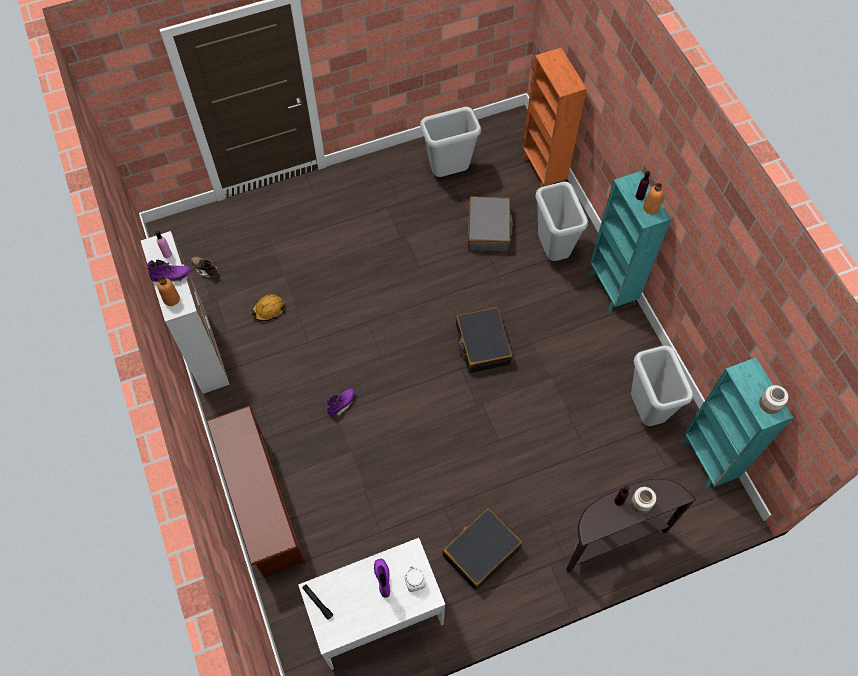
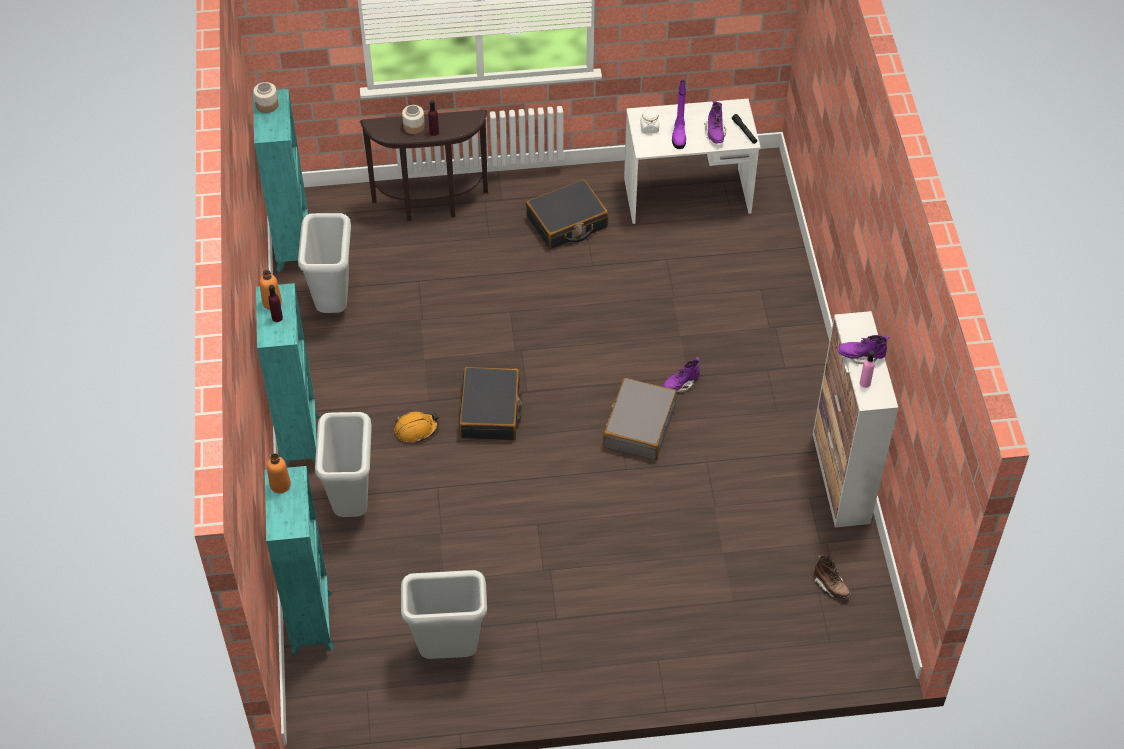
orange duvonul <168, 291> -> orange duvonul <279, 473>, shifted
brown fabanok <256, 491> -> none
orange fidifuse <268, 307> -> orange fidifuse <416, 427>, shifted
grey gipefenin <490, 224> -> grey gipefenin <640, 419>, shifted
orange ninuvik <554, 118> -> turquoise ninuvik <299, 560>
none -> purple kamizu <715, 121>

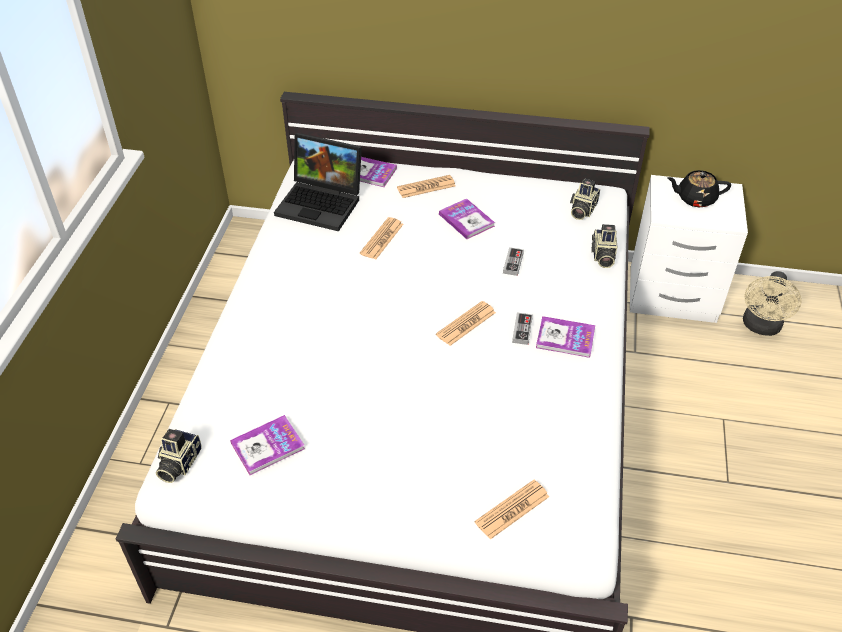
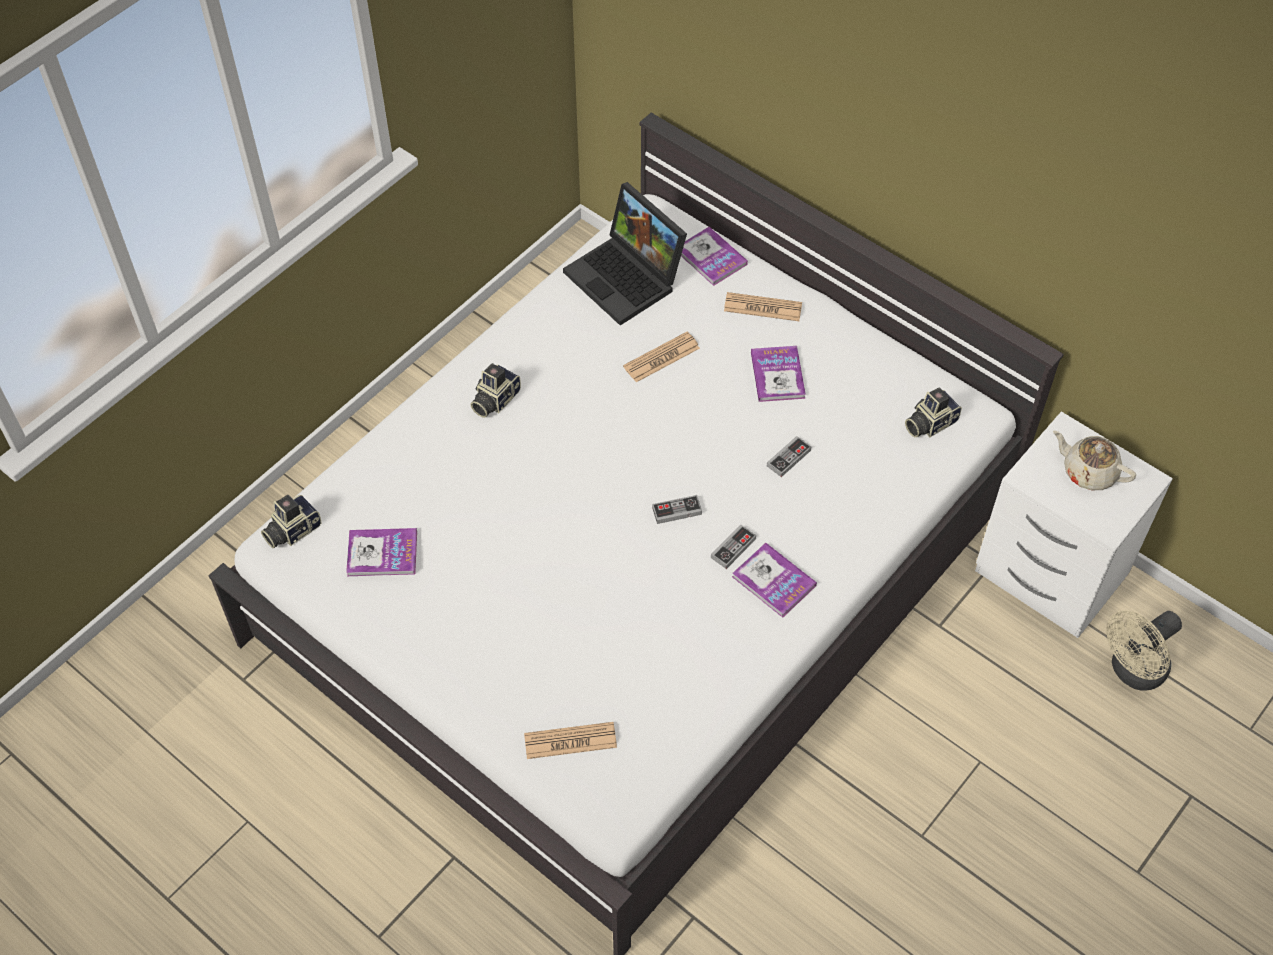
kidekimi <466, 323> -> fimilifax <677, 509>
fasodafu <604, 246> -> fasodafu <496, 390>, shifted
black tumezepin <699, 188> -> beige tumezepin <1094, 460>

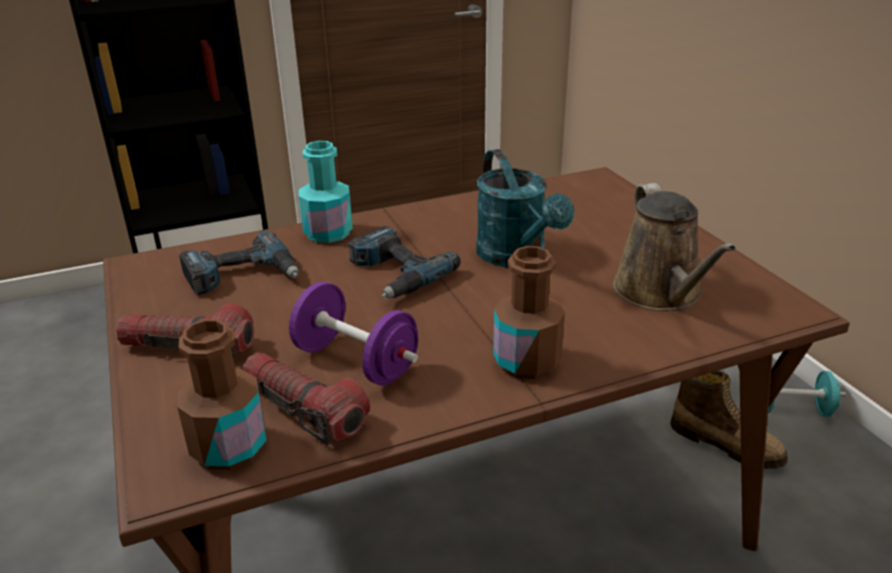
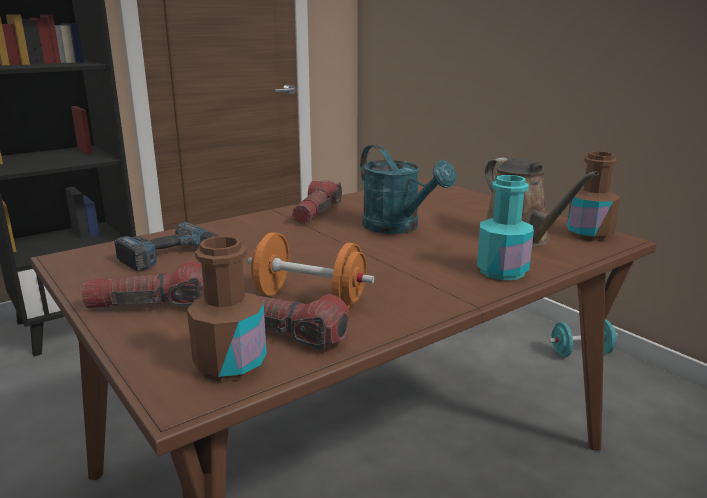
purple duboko <353, 334> -> orange duboko <311, 270>
turquoise duvonul <326, 192> -> turquoise duvonul <505, 227>, shifted
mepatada <404, 262> -> none
brown duvonul <529, 312> -> brown duvonul <593, 196>, shifted
kamizu <729, 420> -> none
none -> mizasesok <317, 202>

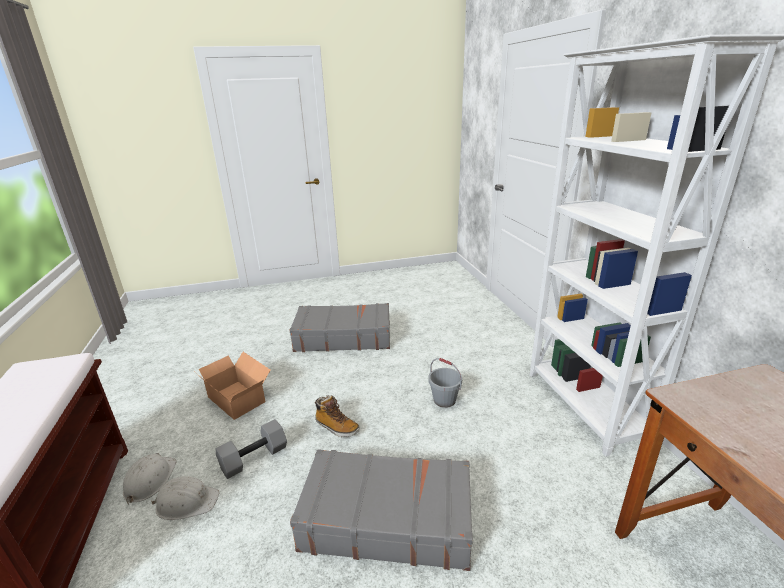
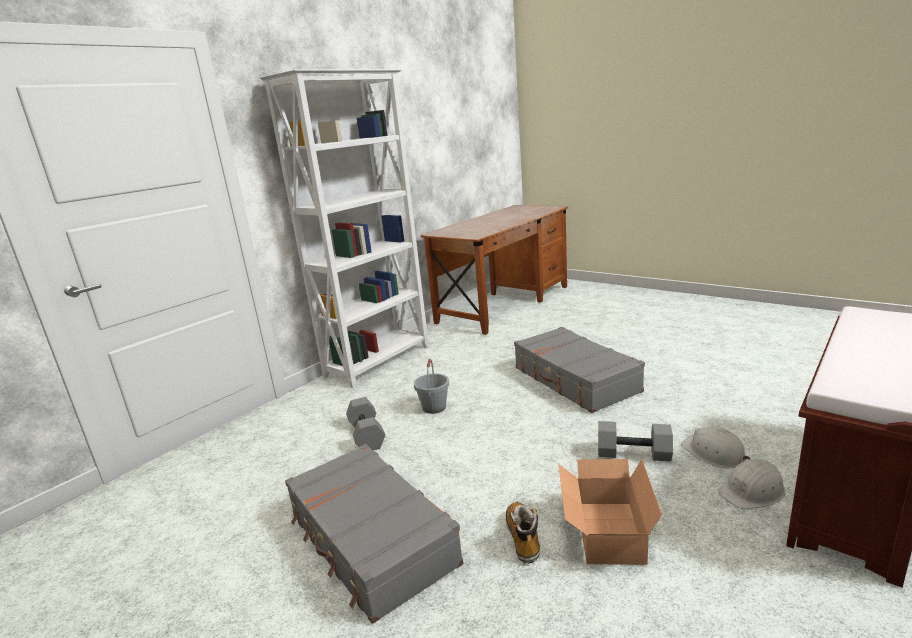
kamizu <337, 416> -> kamizu <523, 533>, shifted
none -> grey duboko <365, 423>

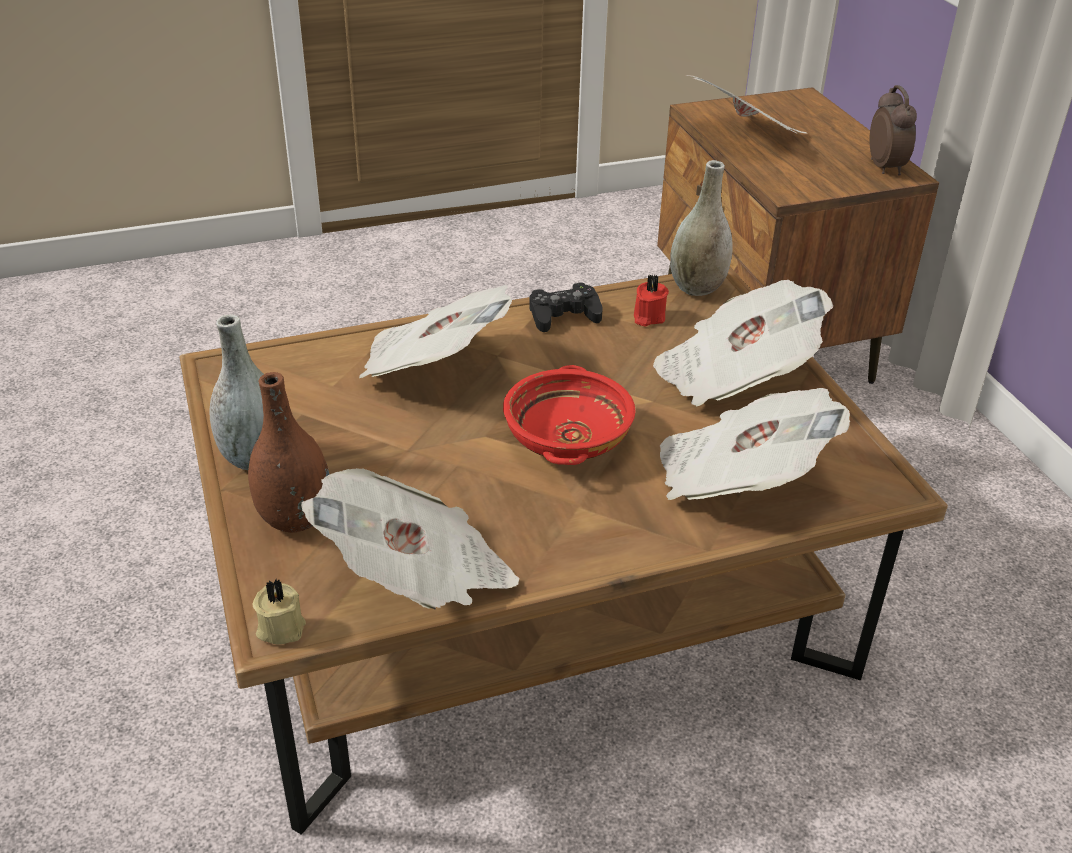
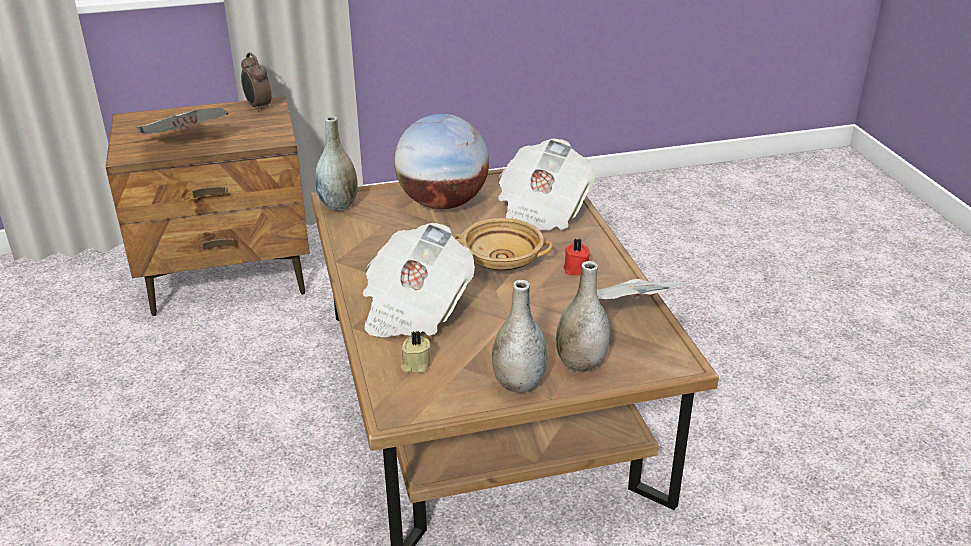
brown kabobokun <288, 452> -> grey kabobokun <583, 316>
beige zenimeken <279, 612> -> beige zenimeken <415, 352>, shifted
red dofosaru <569, 415> -> beige dofosaru <503, 245>
black fimilifax <566, 307> -> none
red zenimeken <651, 301> -> red zenimeken <576, 257>, shifted
kidekimi <743, 343> -> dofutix <441, 161>
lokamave <893, 130> -> lokamave <256, 82>, 120 degrees counterclockwise

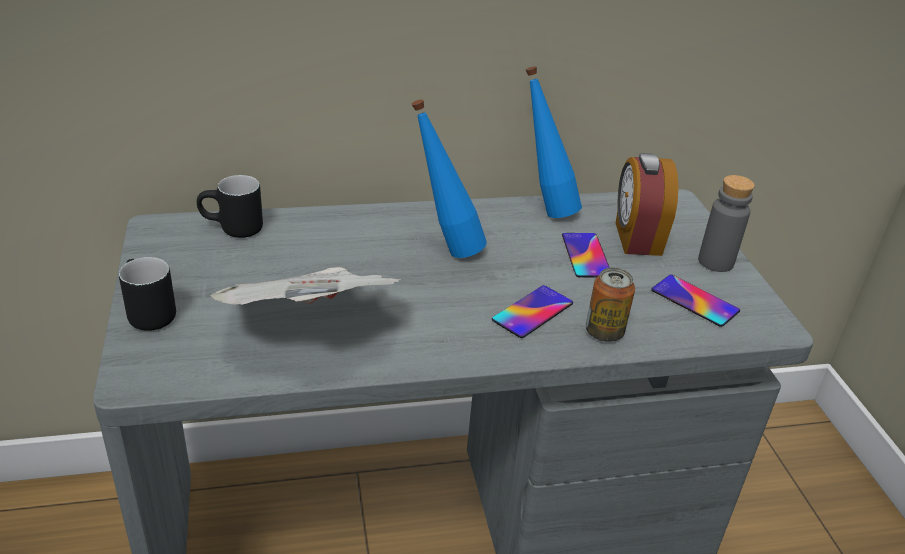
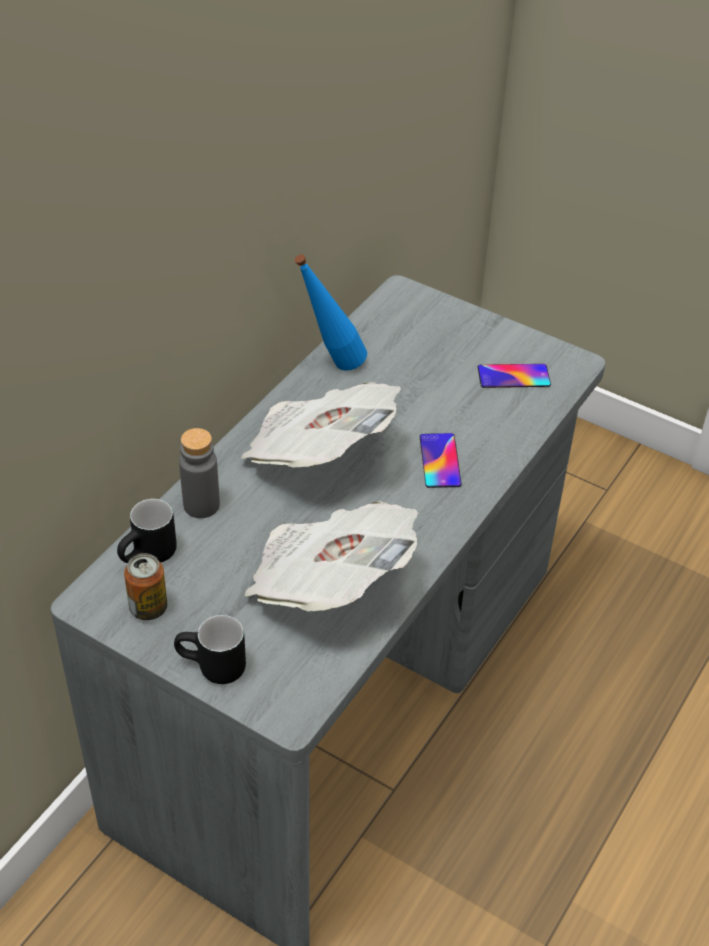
blue duvonul <449, 178> -> kidekimi <321, 425>
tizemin <586, 255> -> none
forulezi <610, 305> -> forulezi <145, 586>, shifted
lokamave <647, 204> -> none
grey duvonul <726, 223> -> grey duvonul <199, 473>, shifted

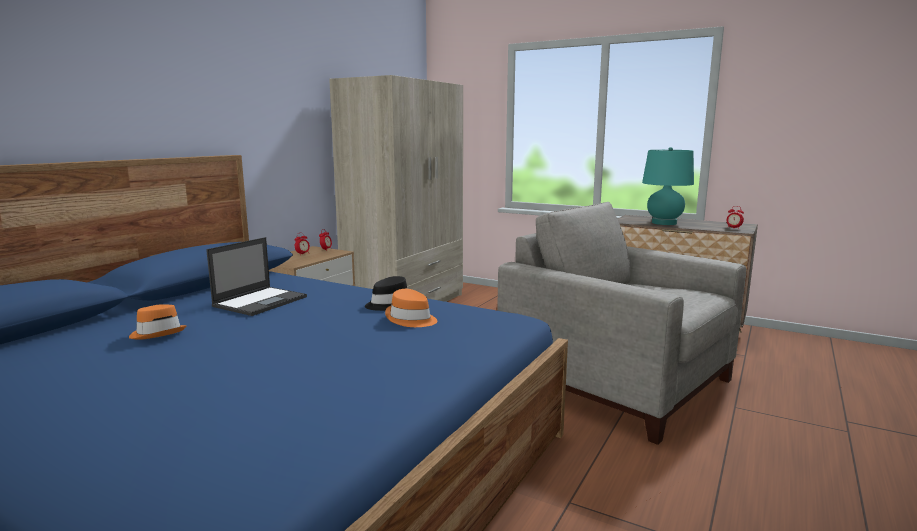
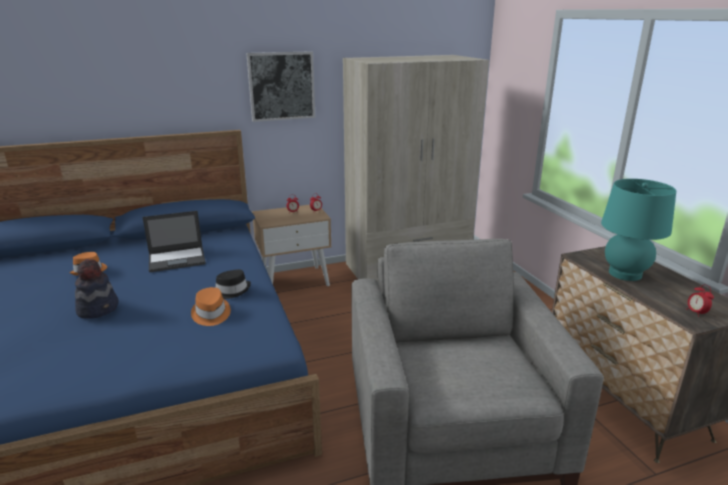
none -> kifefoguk <97, 289>
none -> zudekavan <280, 86>

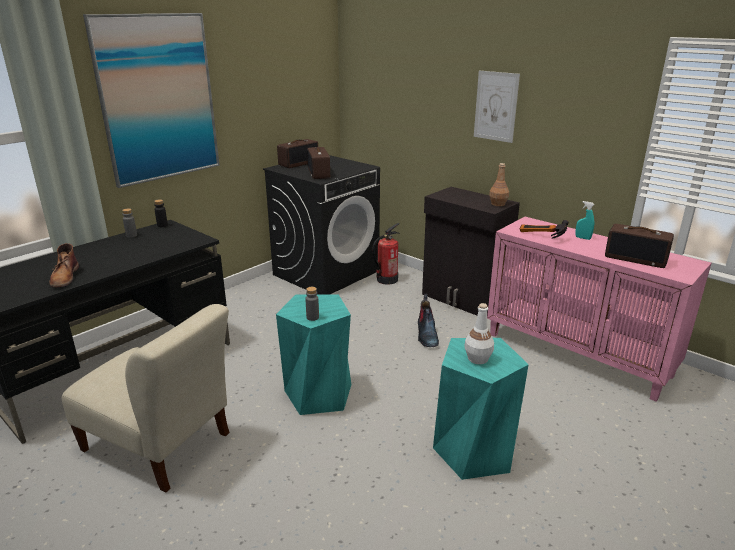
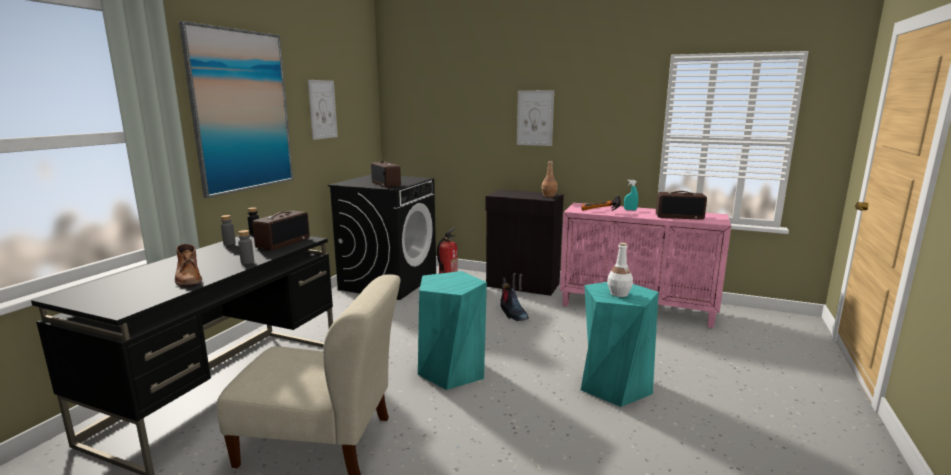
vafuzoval <297, 153> -> vafuzoval <281, 230>, shifted
grey duvonul <312, 304> -> grey duvonul <246, 247>, shifted
none -> zudekavan <323, 110>

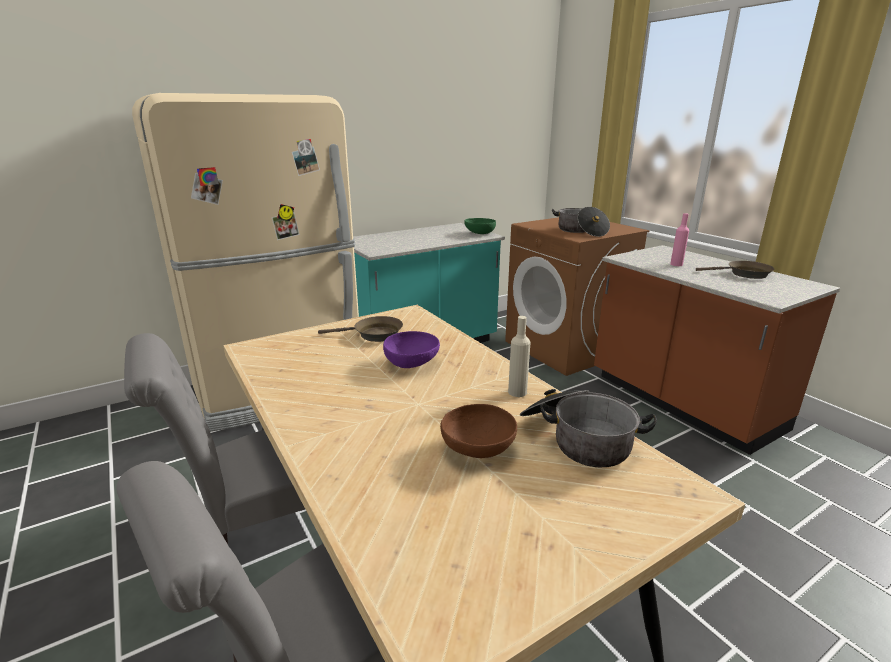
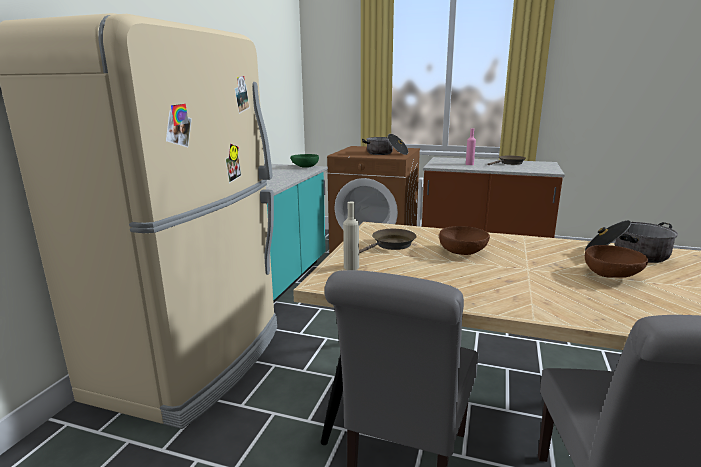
purple dofosaru <411, 349> -> brown dofosaru <464, 240>
beige duvonul <519, 356> -> beige duvonul <351, 236>, shifted

